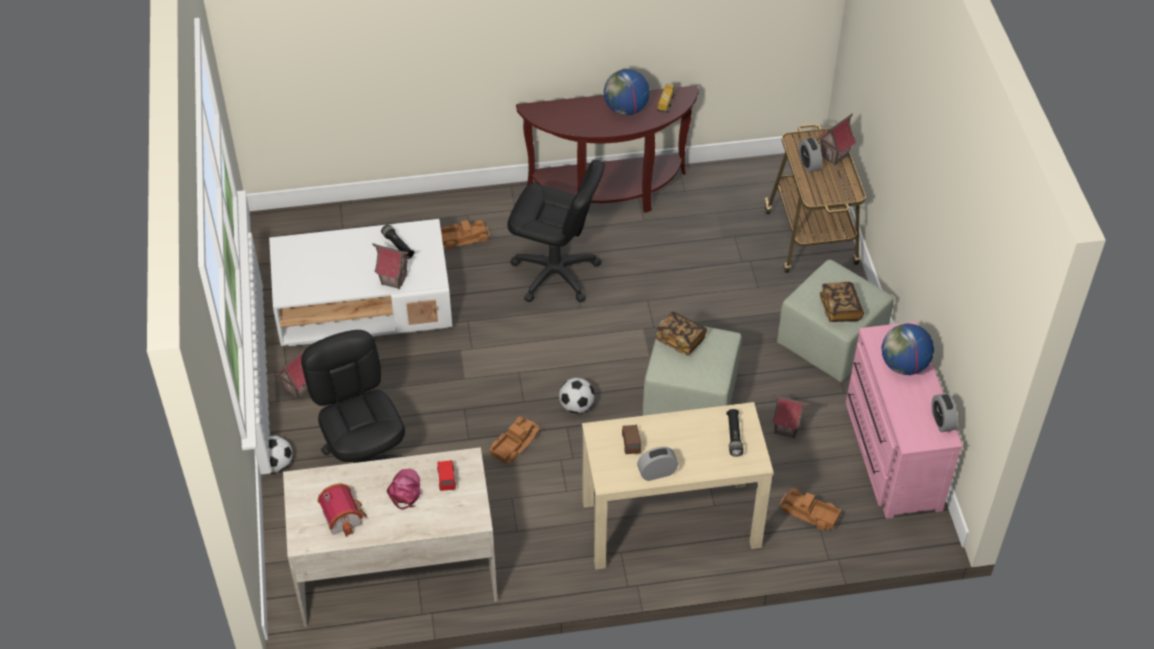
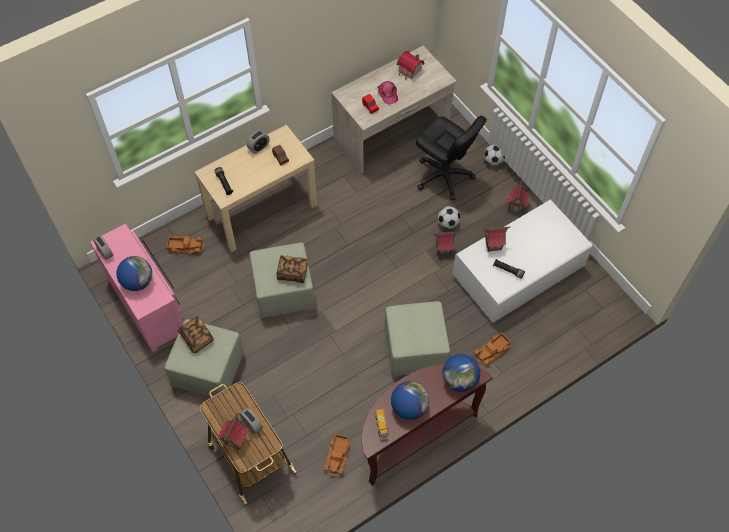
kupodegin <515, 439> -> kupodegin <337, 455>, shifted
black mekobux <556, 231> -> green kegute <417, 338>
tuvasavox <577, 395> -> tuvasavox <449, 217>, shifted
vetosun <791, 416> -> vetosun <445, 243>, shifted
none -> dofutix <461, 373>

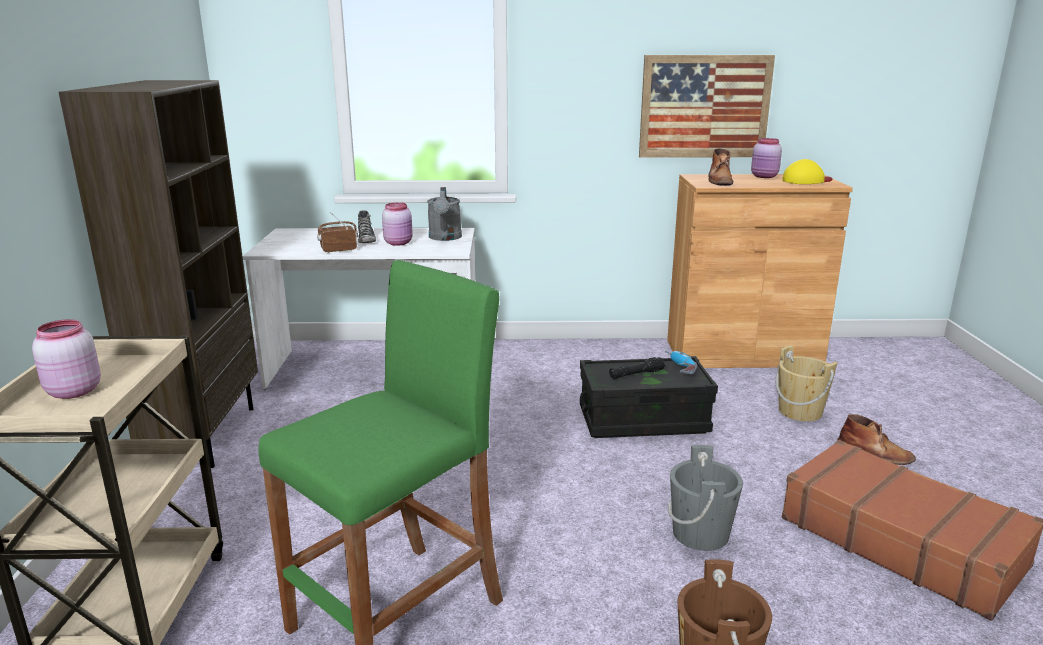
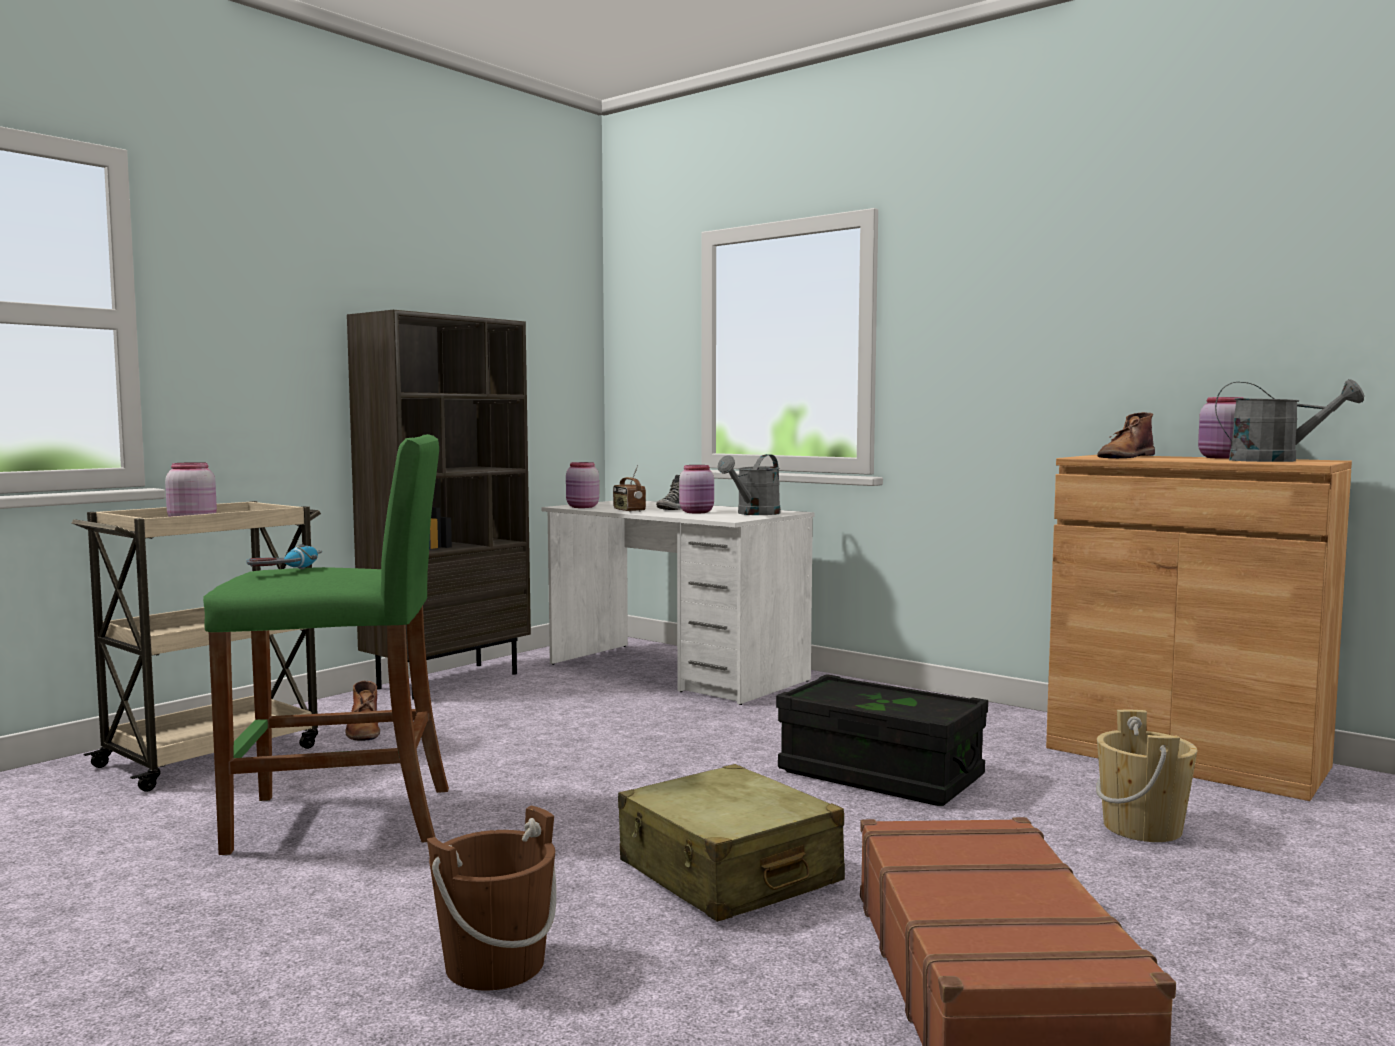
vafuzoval <337, 232> -> vafuzoval <629, 488>, 135 degrees counterclockwise
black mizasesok <637, 368> -> none
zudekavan <707, 106> -> none
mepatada <681, 362> -> mepatada <284, 556>, shifted
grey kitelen <705, 498> -> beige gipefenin <731, 843>
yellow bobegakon <807, 171> -> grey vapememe <1289, 420>
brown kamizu <876, 439> -> brown kamizu <362, 711>, shifted
none -> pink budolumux <582, 485>

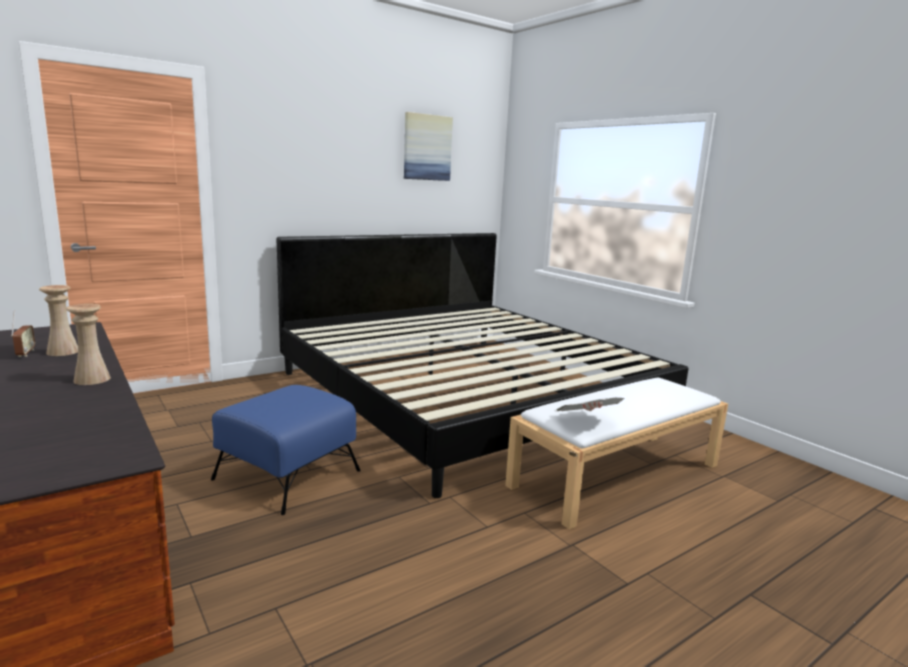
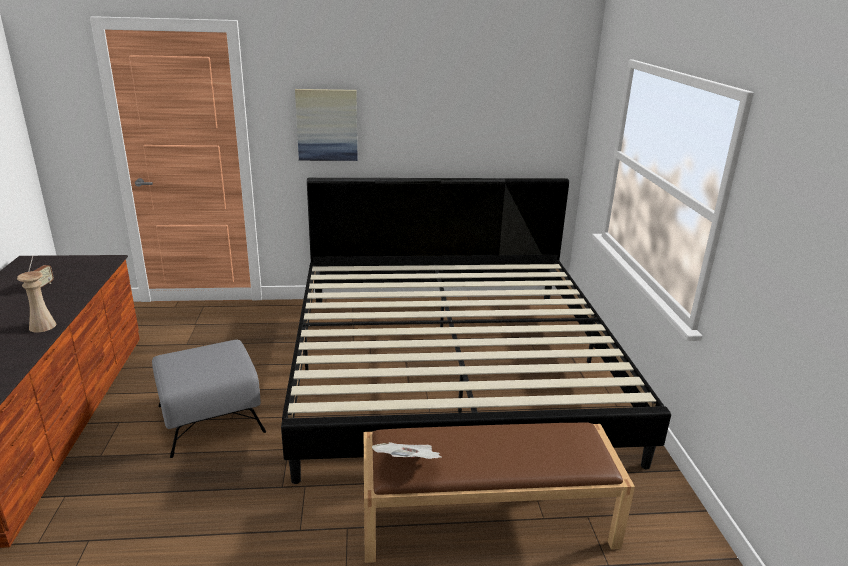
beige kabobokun <58, 320> -> none
blue kegute <286, 450> -> grey kegute <209, 399>
zudekavan <428, 146> -> zudekavan <326, 125>, shifted
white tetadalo <616, 453> -> brown tetadalo <499, 493>

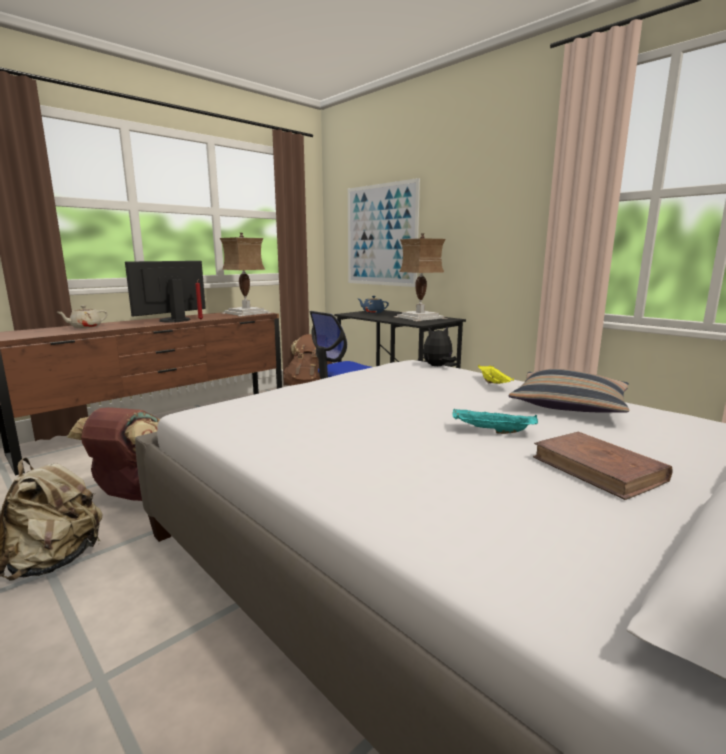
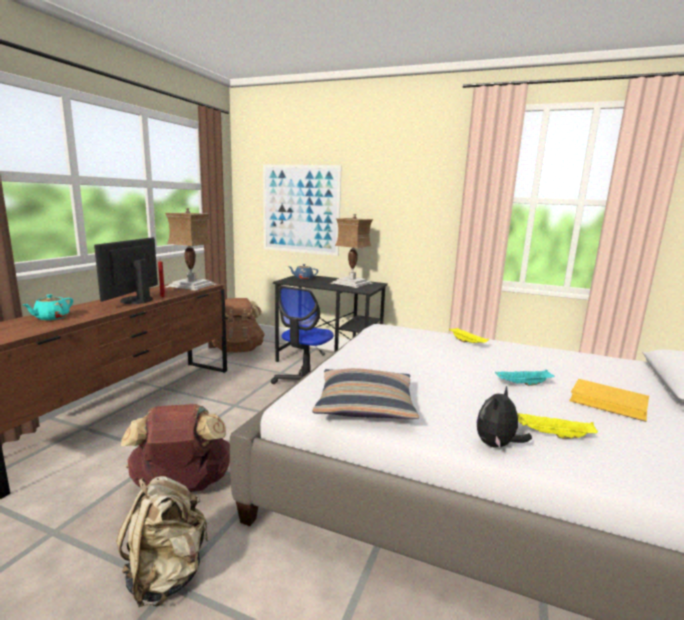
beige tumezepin <82, 316> -> turquoise tumezepin <48, 307>
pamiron <440, 346> -> pamiron <504, 417>, shifted
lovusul <569, 391> -> lovusul <366, 393>, shifted
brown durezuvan <603, 466> -> yellow durezuvan <609, 400>
none -> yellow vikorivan <557, 426>

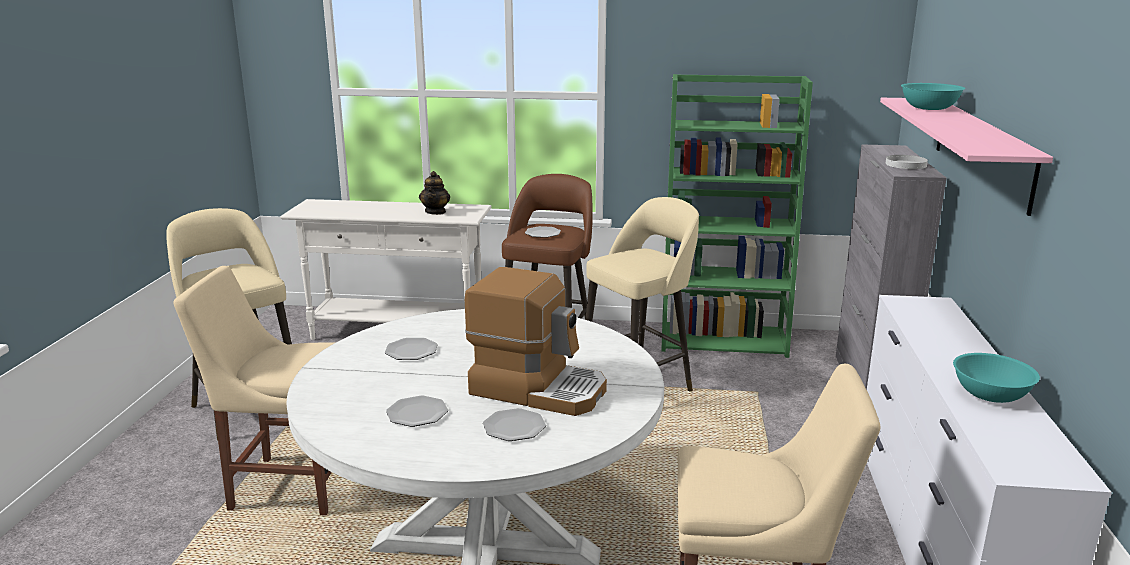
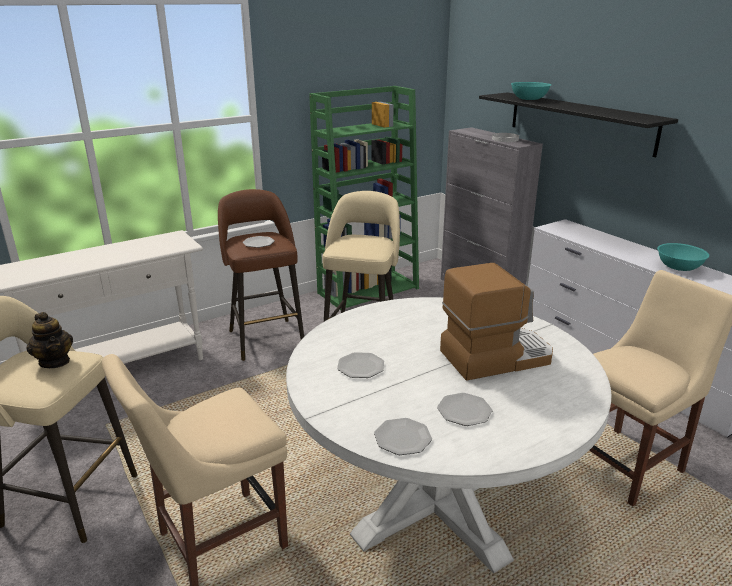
tumezepin <434, 193> -> tumezepin <50, 340>, shifted
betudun <514, 424> -> betudun <403, 436>, shifted
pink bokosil <966, 157> -> black bokosil <578, 124>

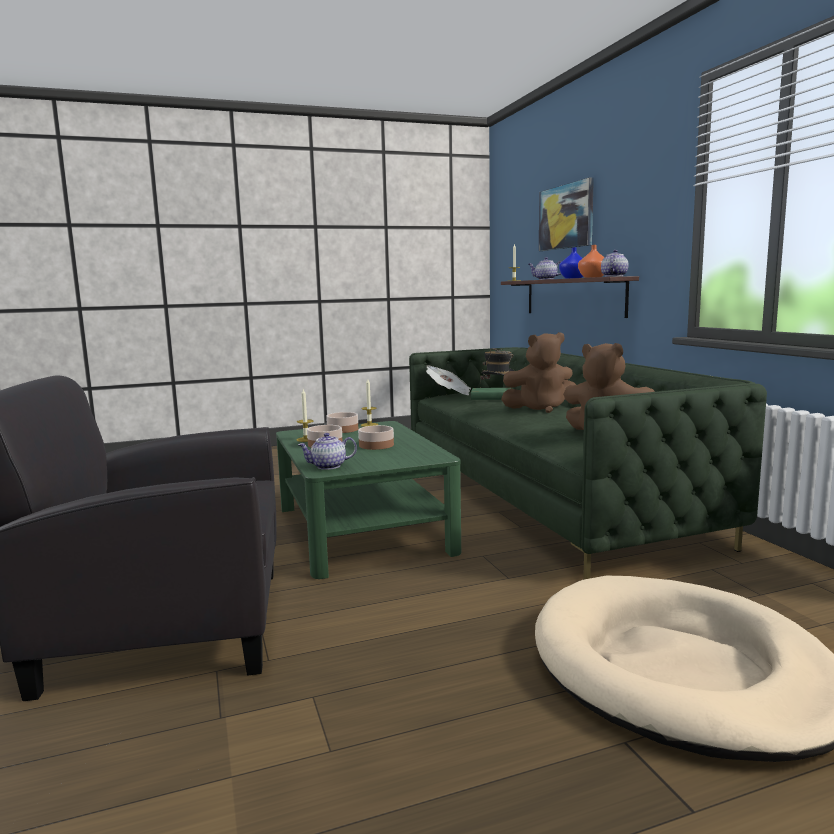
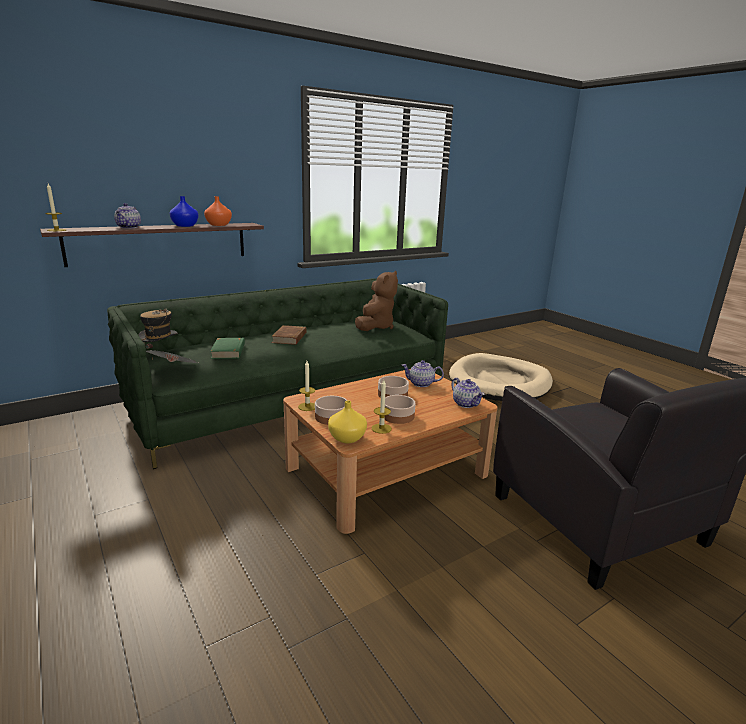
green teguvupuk <368, 500> -> brown teguvupuk <390, 451>
brown pamiron <538, 372> -> brown durezuvan <289, 335>
zudekavan <566, 214> -> none
tumezepin <614, 263> -> tumezepin <423, 373>, shifted
none -> yellow kabobokun <347, 422>

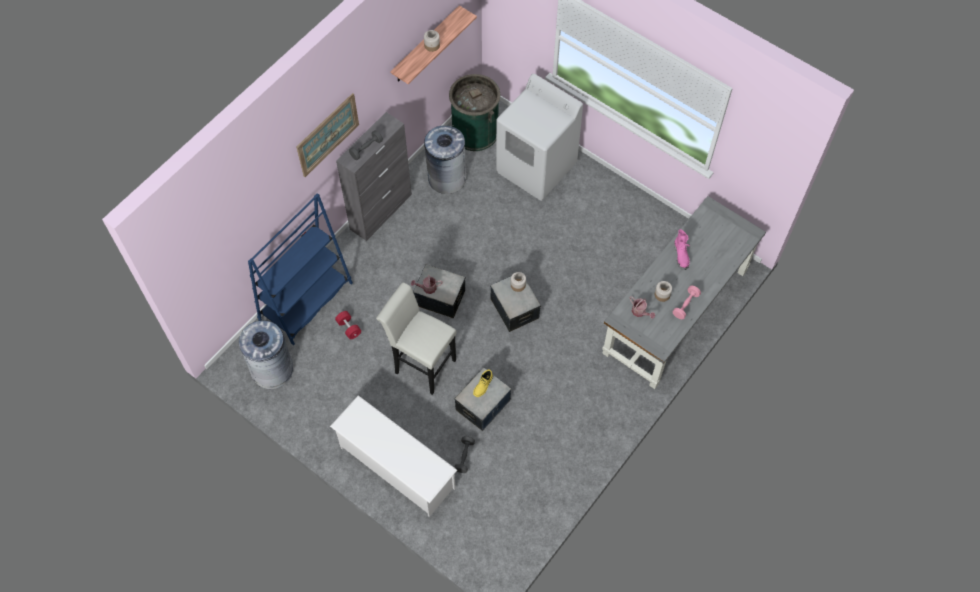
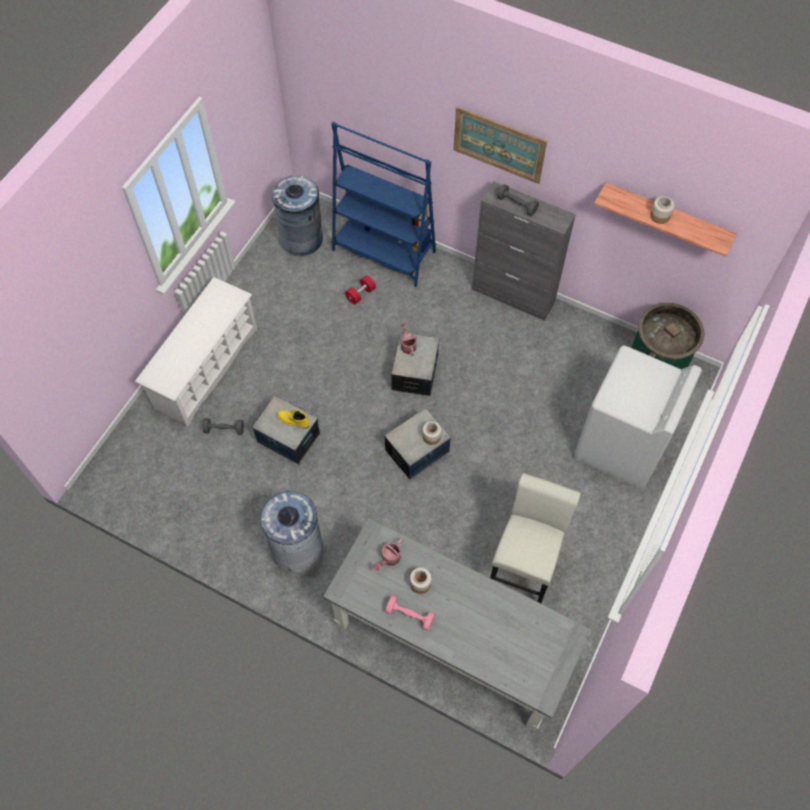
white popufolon <416, 338> -> white popufolon <535, 538>, shifted
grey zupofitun <445, 159> -> grey zupofitun <292, 532>, shifted
pink kamizu <682, 249> -> none

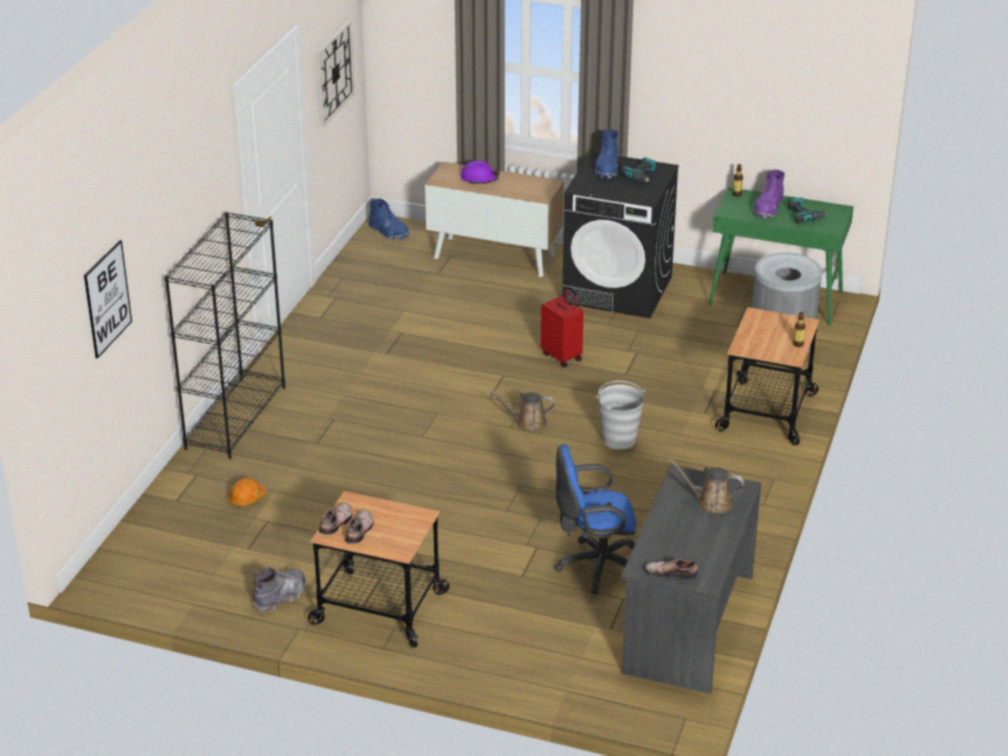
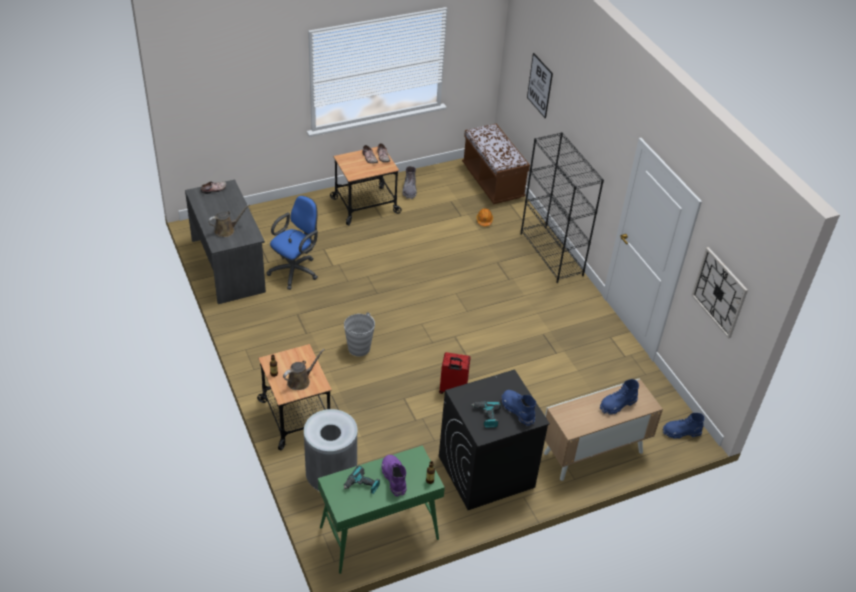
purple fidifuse <480, 173> -> blue kamizu <619, 397>
brown vapememe <522, 411> -> brown vapememe <304, 369>, shifted
none -> brown tetadalo <496, 164>

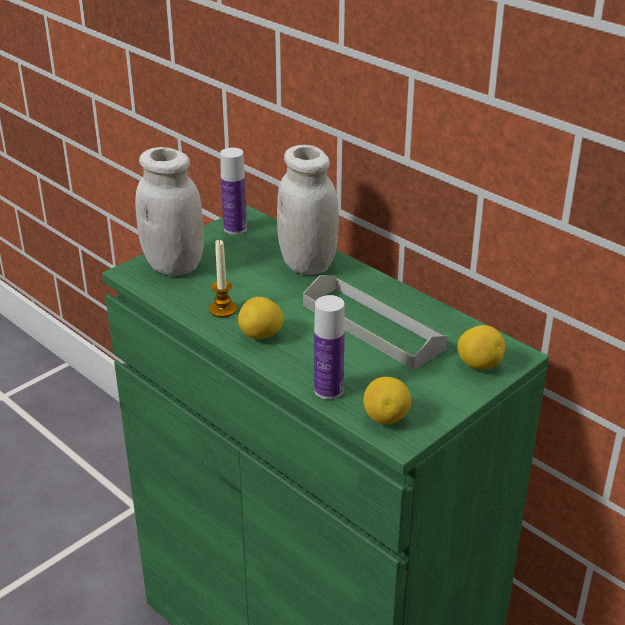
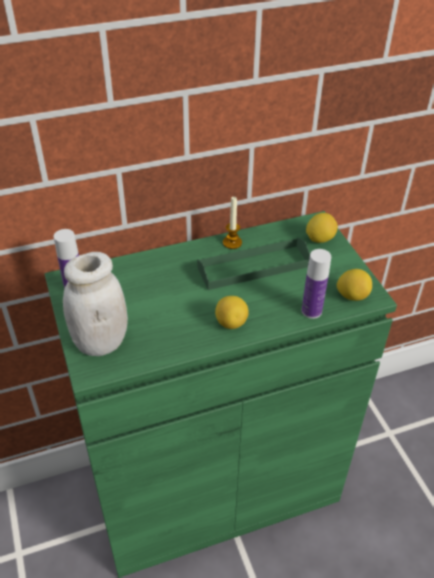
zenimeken <223, 278> -> zenimeken <232, 223>, shifted
white budolumux <308, 210> -> none
grey vikorivan <375, 322> -> green vikorivan <253, 263>

